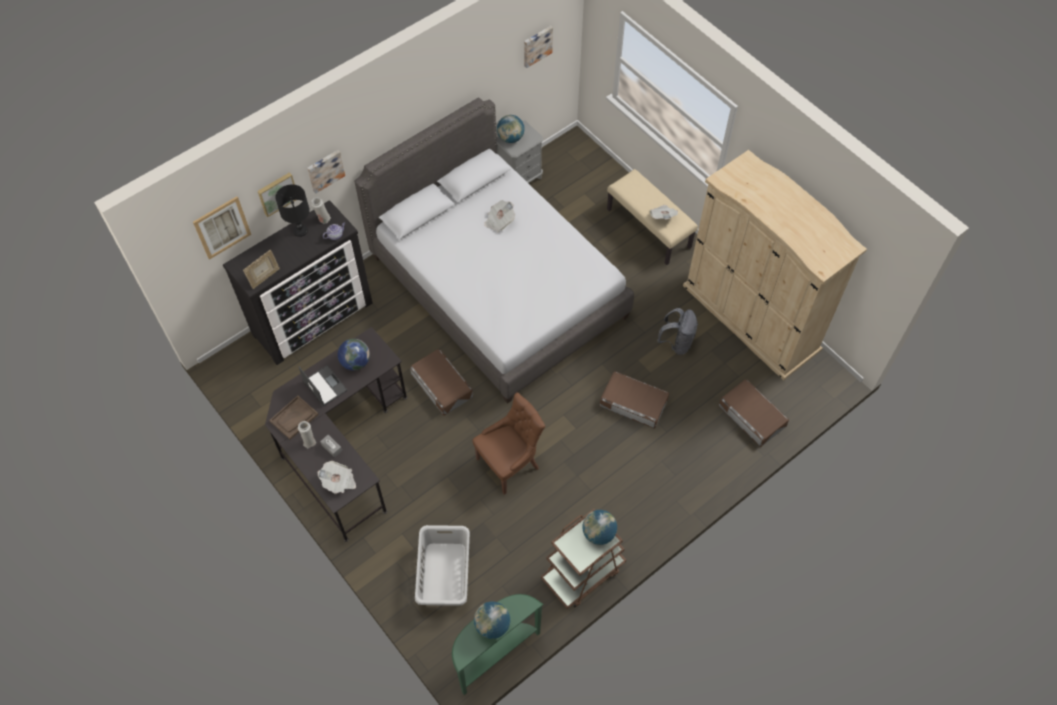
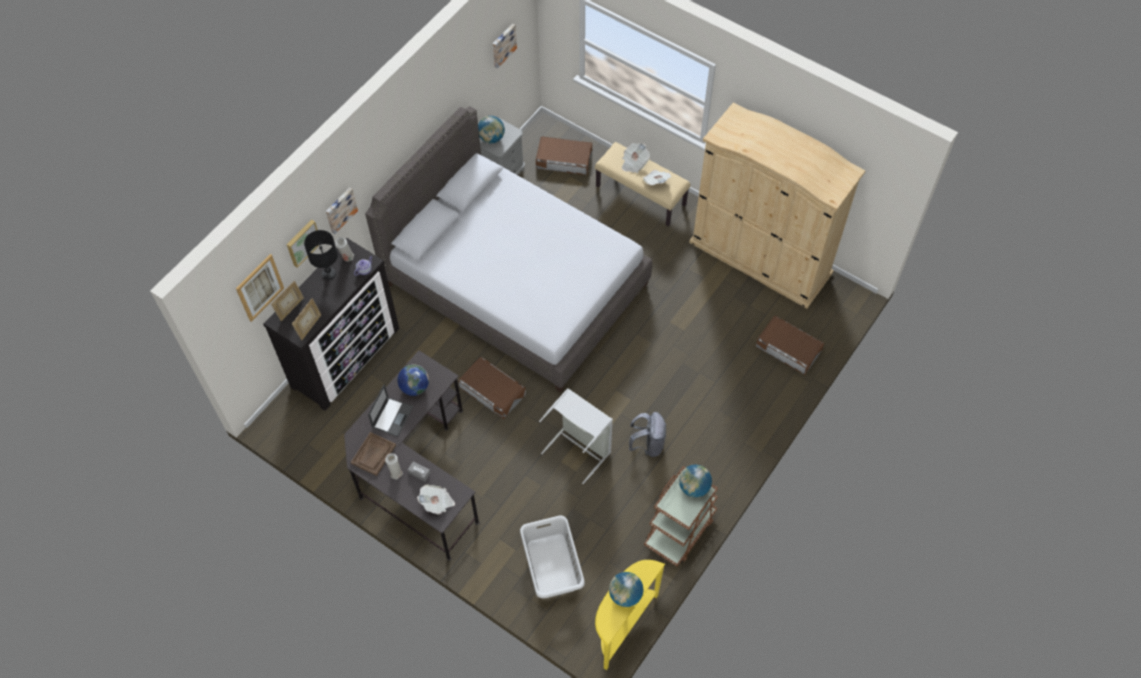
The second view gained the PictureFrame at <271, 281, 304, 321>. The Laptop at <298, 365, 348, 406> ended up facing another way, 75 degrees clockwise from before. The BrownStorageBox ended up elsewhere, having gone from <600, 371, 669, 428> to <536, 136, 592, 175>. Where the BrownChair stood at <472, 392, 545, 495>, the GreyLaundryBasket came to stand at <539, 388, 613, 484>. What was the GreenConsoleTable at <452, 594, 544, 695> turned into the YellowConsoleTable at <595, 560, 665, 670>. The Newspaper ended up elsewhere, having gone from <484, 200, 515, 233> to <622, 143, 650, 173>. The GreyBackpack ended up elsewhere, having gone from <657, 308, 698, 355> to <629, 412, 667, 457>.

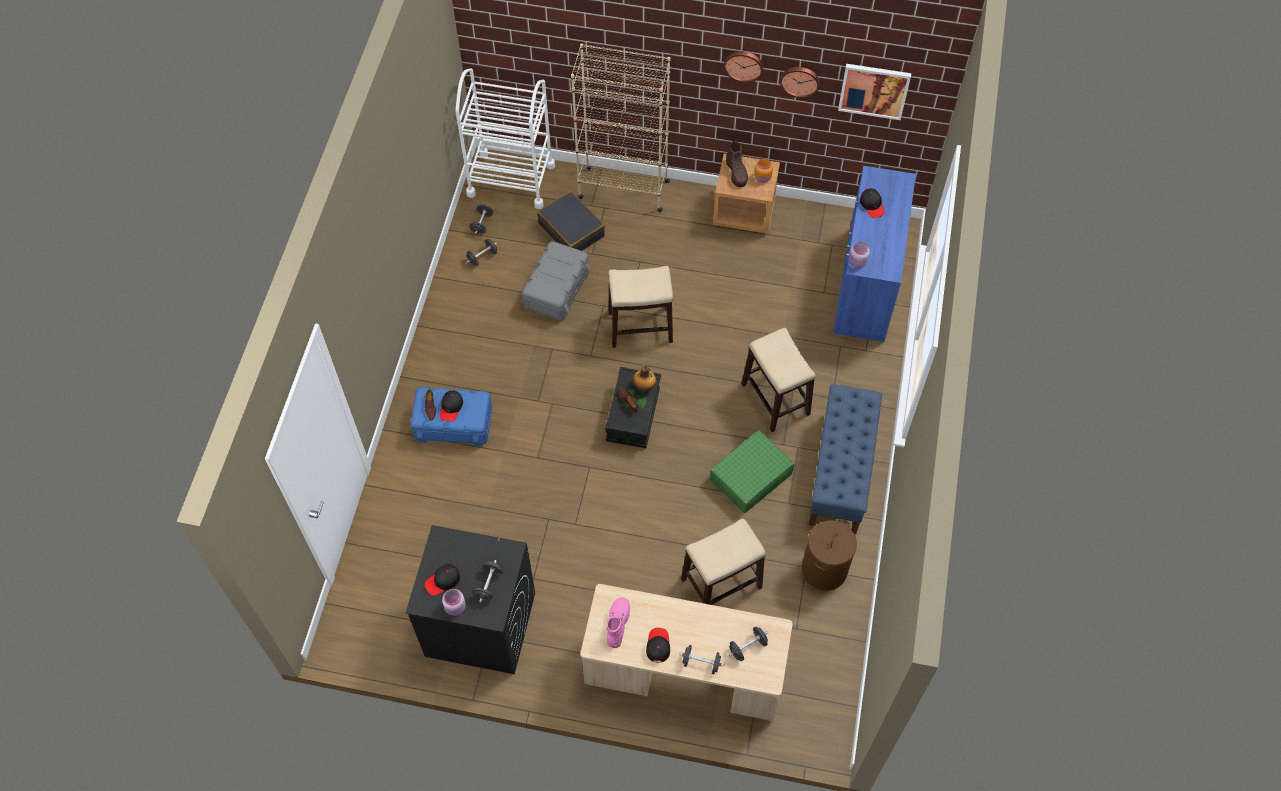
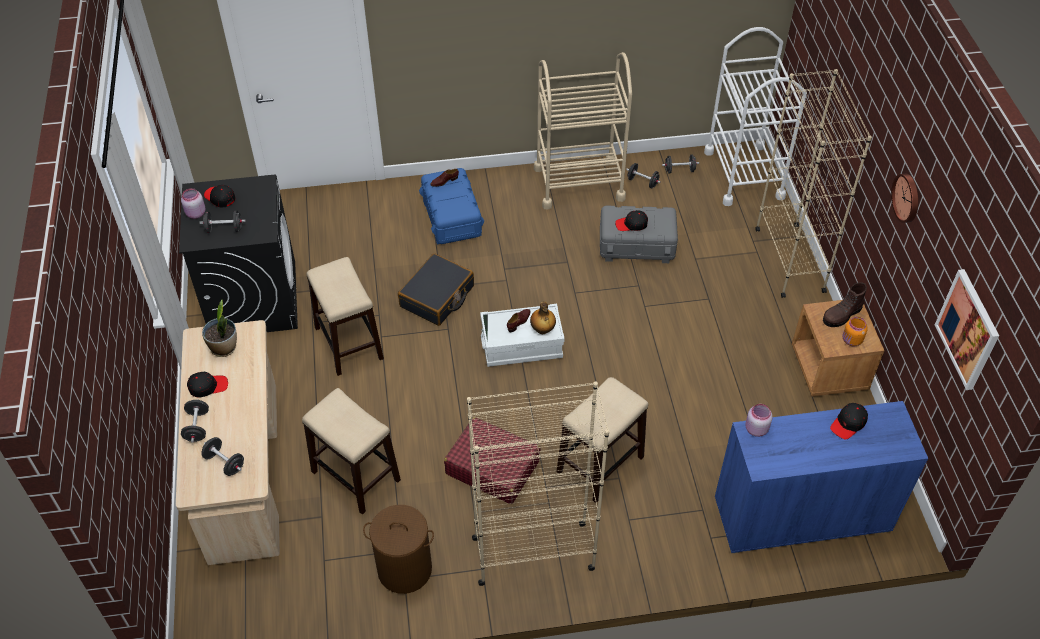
Where the PinkBoot stood at <607, 597, 630, 648>, the PottedPlant came to stand at <202, 300, 237, 357>. The Stool ended up elsewhere, having gone from <608, 266, 673, 348> to <306, 257, 384, 376>. The BlackSuitcase ended up elsewhere, having gone from <537, 191, 605, 251> to <398, 253, 474, 326>. What was the GreenSuitcase at <710, 430, 794, 513> turned into the RedSuitcase at <444, 417, 541, 504>. Where the BlueBench stood at <809, 384, 882, 534>, the BeigeBookcase came to stand at <467, 381, 609, 586>. What was the BlackStorageBox at <605, 367, 661, 448> turned into the WhiteStorageBox at <480, 304, 564, 367>. The second view gained the BeigeCart at <534, 52, 632, 210>. The BlackCap ended up elsewhere, having gone from <440, 391, 463, 422> to <615, 210, 648, 231>. The second view lost the WallClock at <780, 67, 820, 98>.

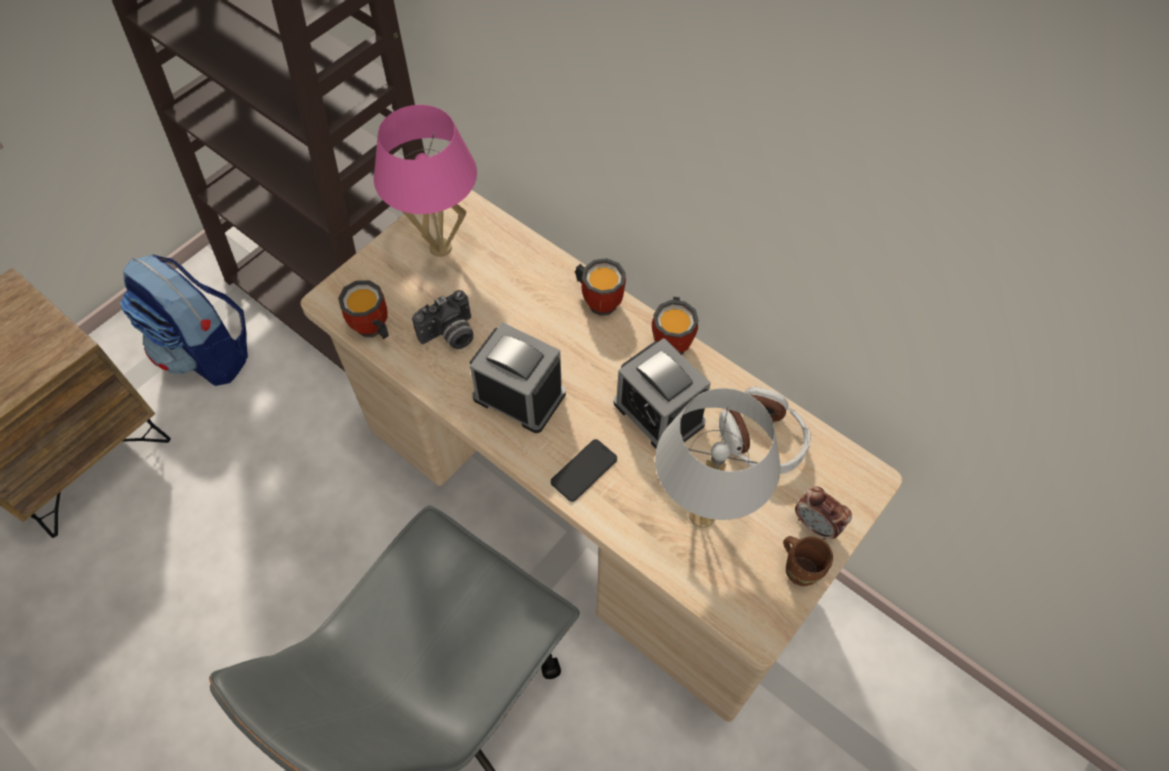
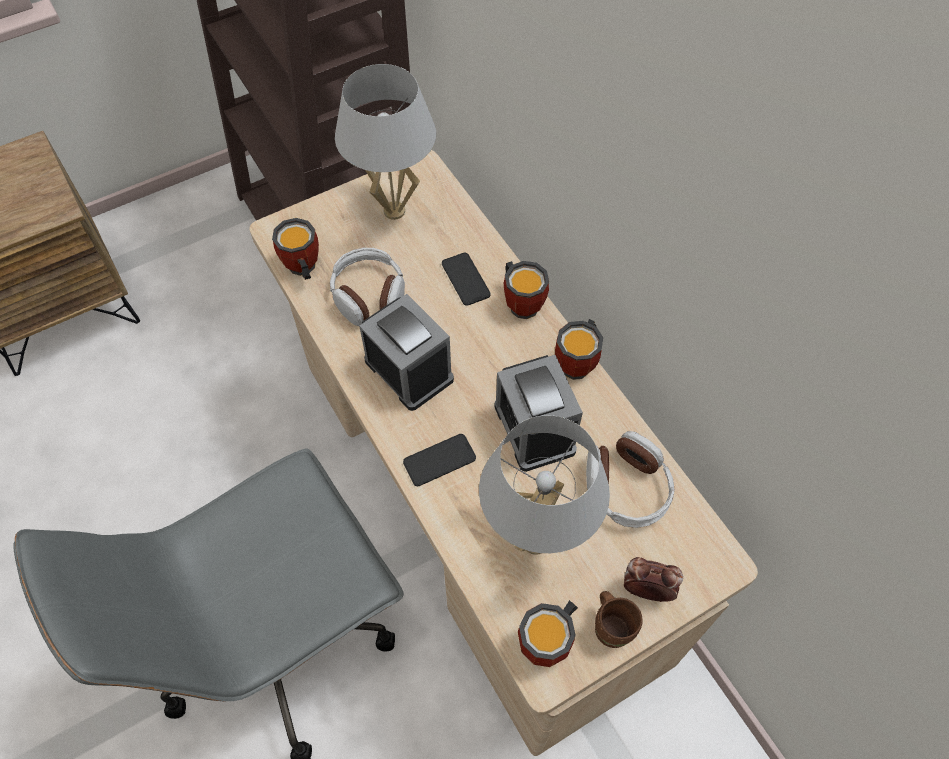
Where the PhotoCamera stood at <412, 290, 473, 349>, the Headphones came to stand at <330, 248, 405, 326>. What was the PinkTableLamp at <374, 105, 477, 257> turned into the WhiteTableLamp at <335, 64, 436, 220>. The second view gained the Phone at <442, 253, 491, 306>. The second view gained the Mug at <518, 600, 578, 667>. The AlarmClock at <795, 486, 852, 540> ended up facing another way, 135 degrees clockwise from before. The second view lost the Backpack at <120, 254, 248, 386>.

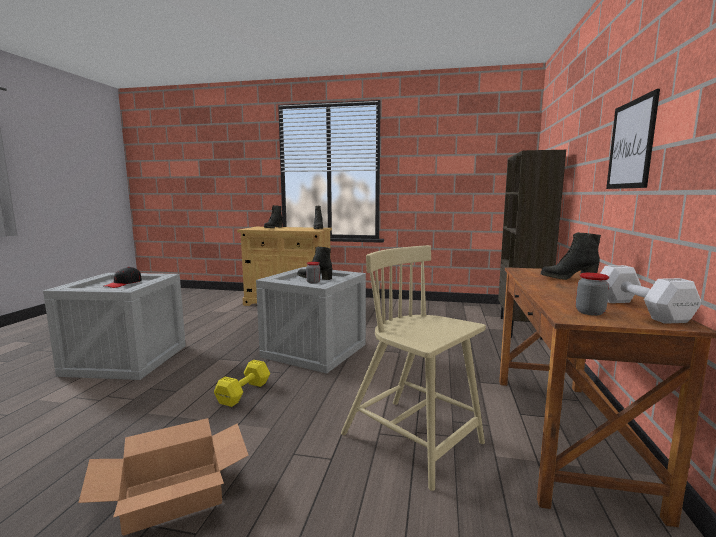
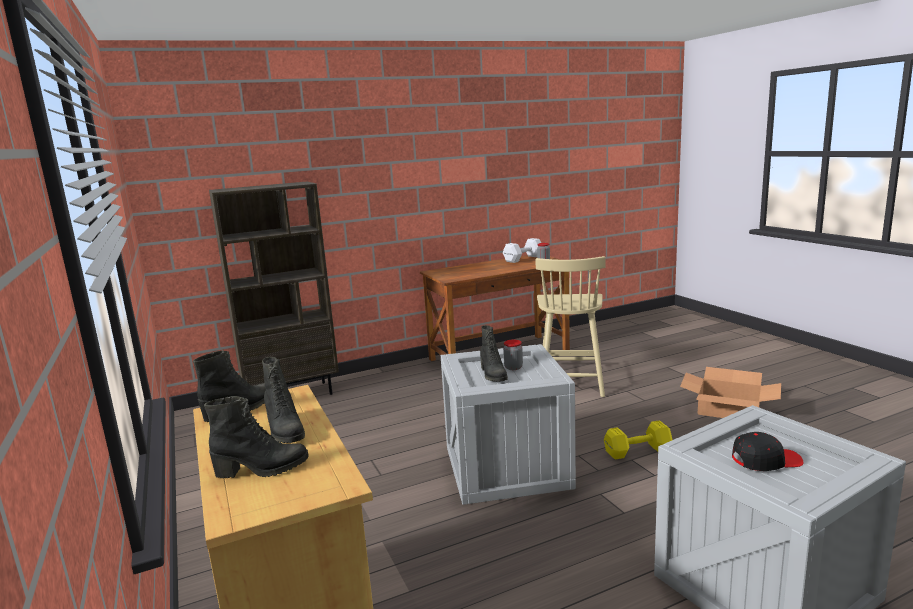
The BlackBoot ended up elsewhere, having gone from <541, 232, 601, 280> to <262, 357, 305, 443>. The second view lost the Picture at <606, 89, 660, 189>.

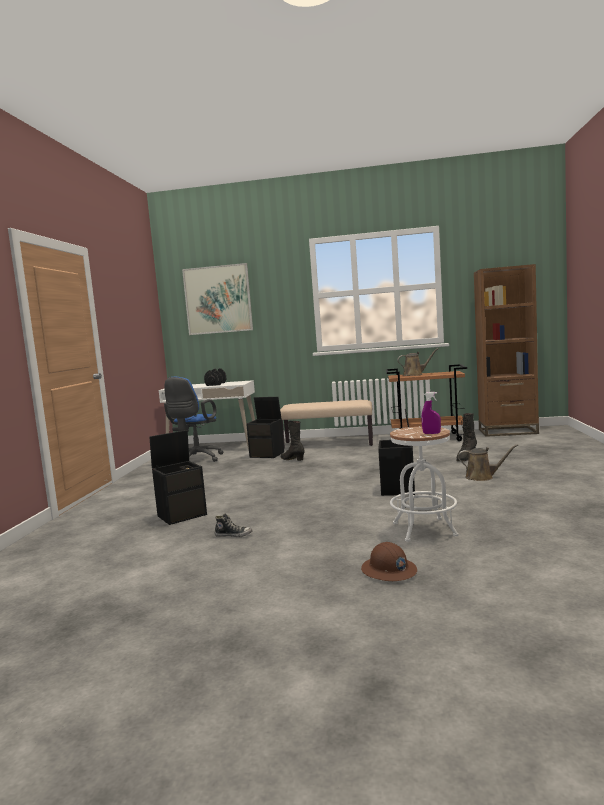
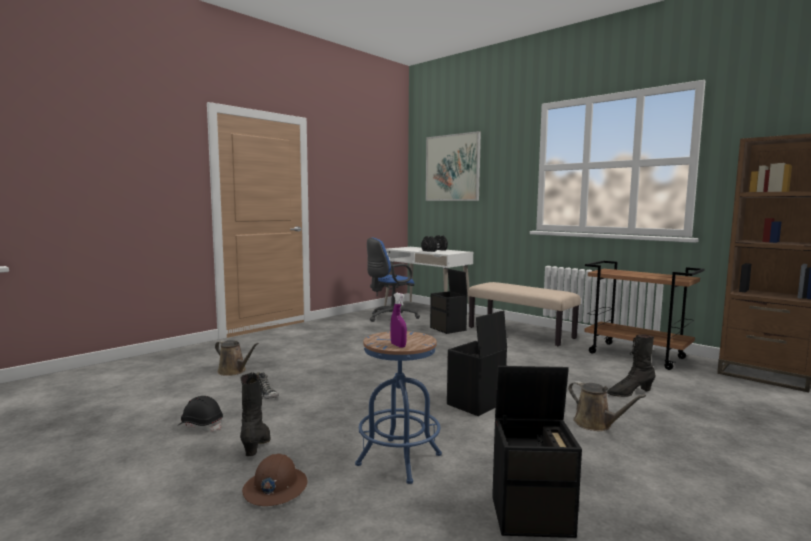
The second view gained the BlackHardHat at <177, 396, 223, 432>. The BrownWateringCan ended up elsewhere, having gone from <398, 348, 439, 376> to <215, 340, 259, 376>. The BlackBoot ended up elsewhere, having gone from <280, 421, 305, 461> to <240, 372, 271, 456>. What was the WhiteStool at <390, 427, 459, 542> turned into the BlueStool at <355, 331, 442, 484>. The BlackStorageBox ended up elsewhere, having gone from <149, 430, 207, 525> to <492, 366, 582, 538>.

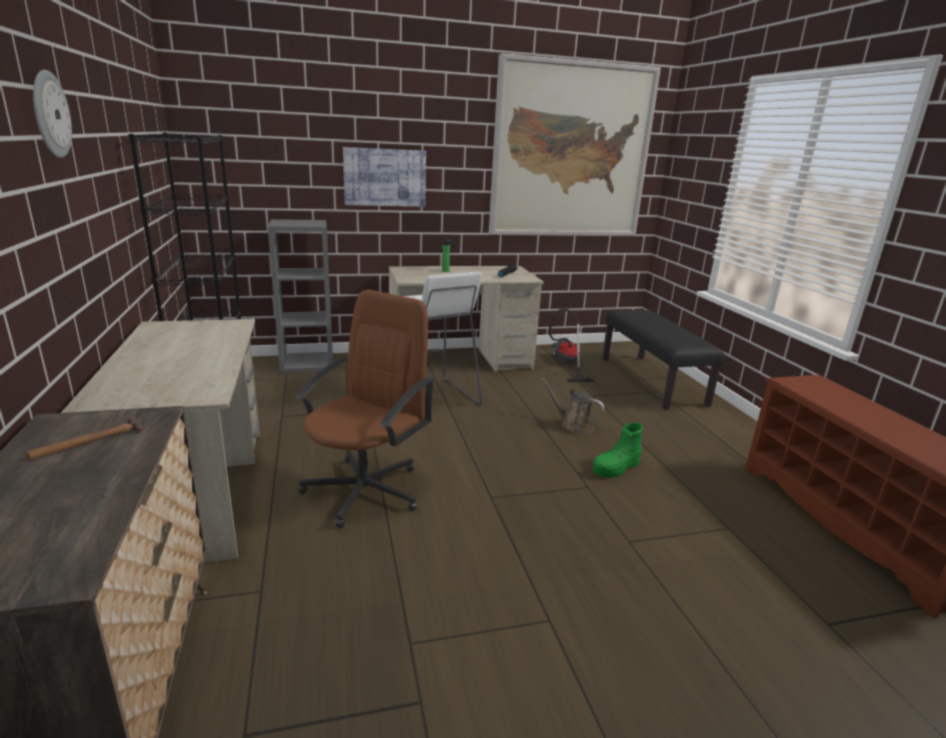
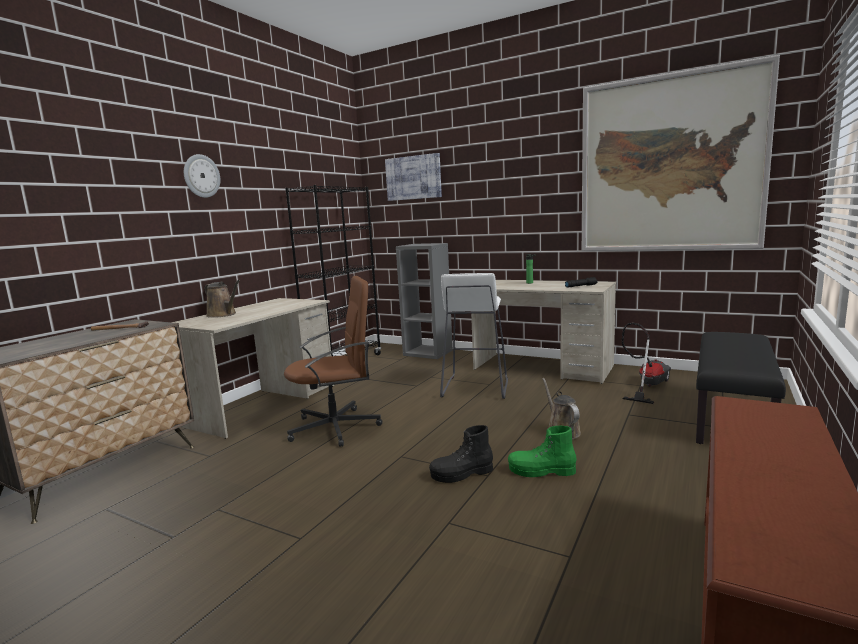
The second view gained the BrownWateringCan at <205, 280, 240, 318>. The Picture ended up elsewhere, having gone from <343, 147, 426, 207> to <385, 153, 442, 201>. The second view gained the BlackBoot at <429, 425, 493, 483>.

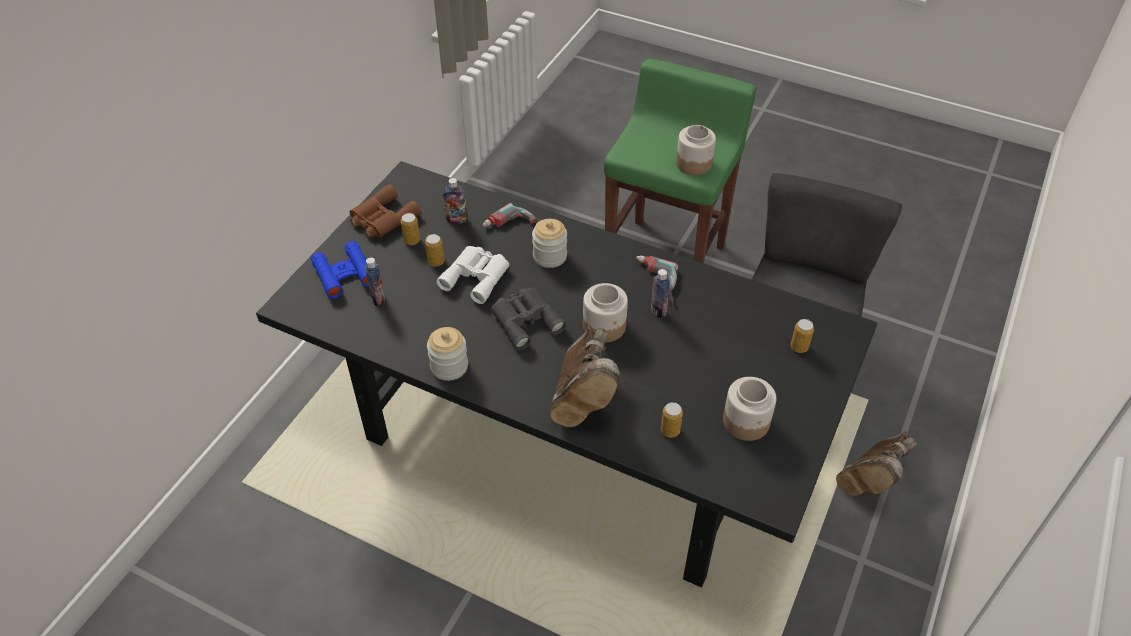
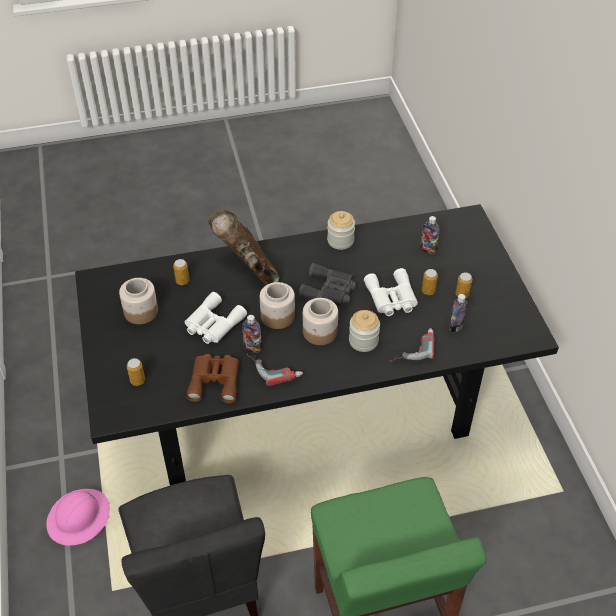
Where the BrownBoot stood at <836, 431, 917, 496>, the PinkHardHat came to stand at <46, 489, 110, 546>. The second view gained the WhiteBinoculars at <185, 292, 247, 344>. The BrownBinoculars ended up elsewhere, having gone from <350, 184, 421, 238> to <186, 354, 239, 404>. The Jar ended up elsewhere, having gone from <676, 125, 716, 175> to <303, 298, 338, 345>. The second view lost the BlueBinoculars at <311, 241, 369, 299>.

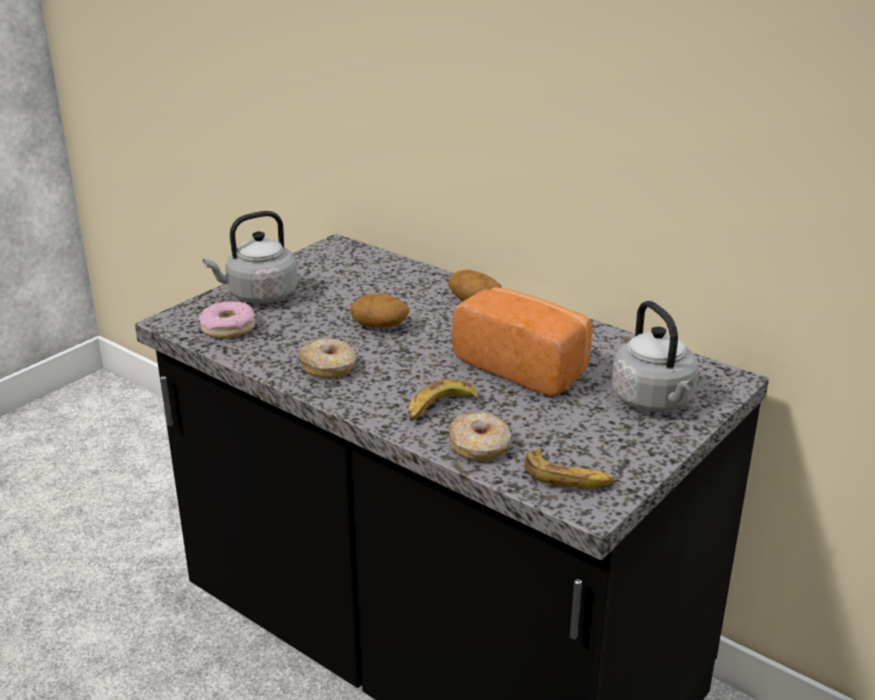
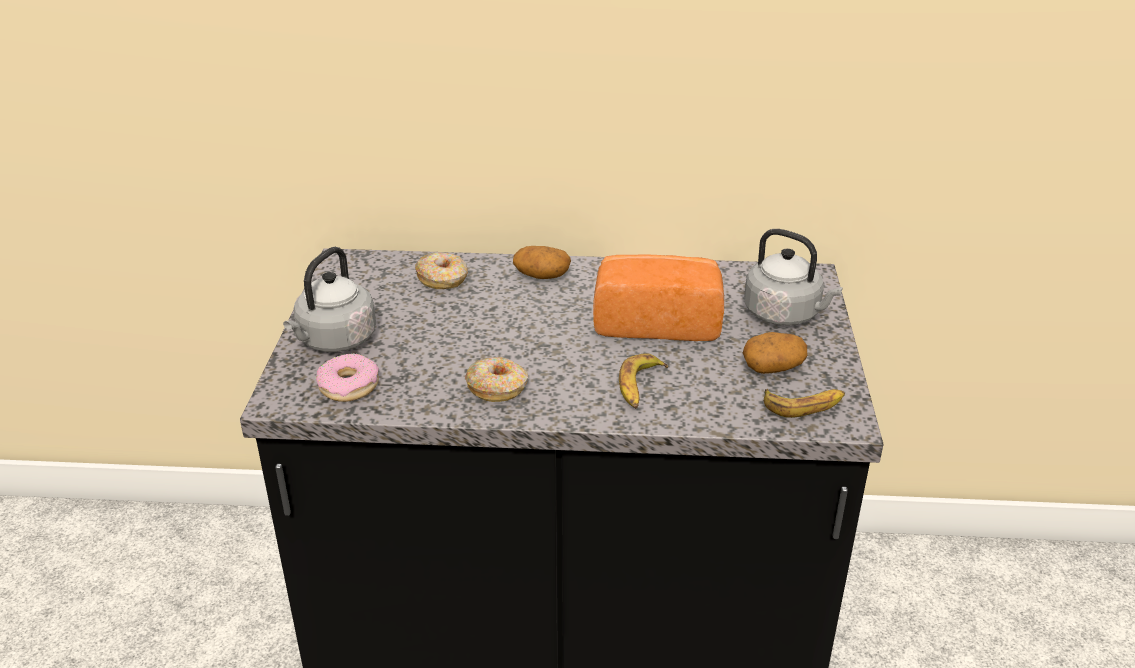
The Donut ended up elsewhere, having gone from <448, 411, 511, 461> to <415, 252, 468, 289>. The Potato ended up elsewhere, having gone from <350, 293, 409, 328> to <743, 332, 807, 374>.

